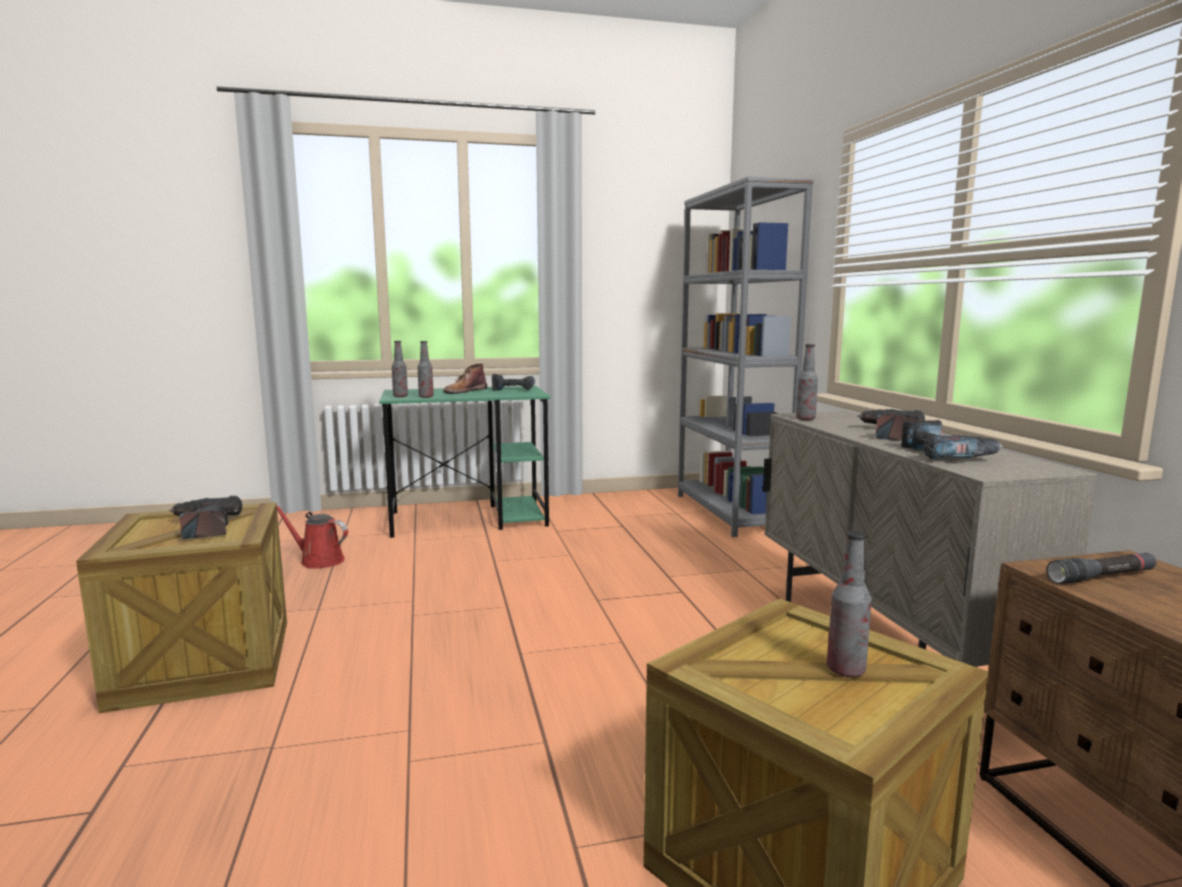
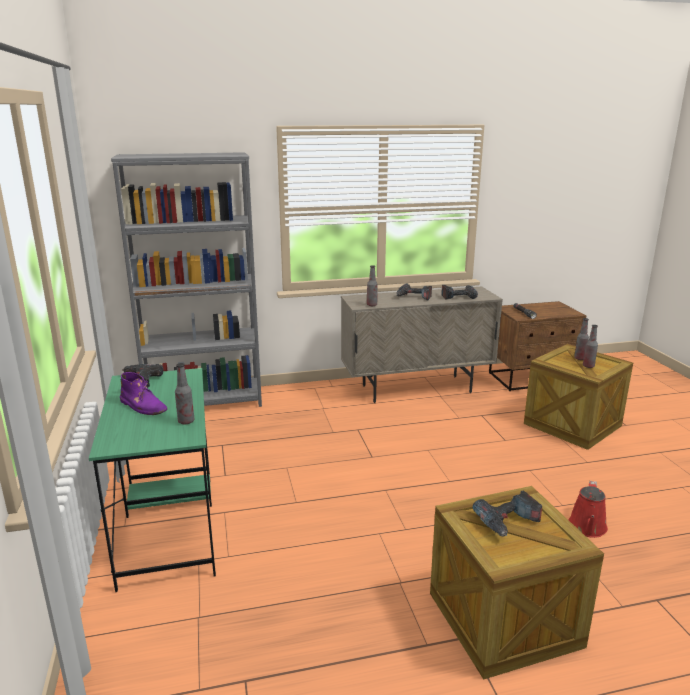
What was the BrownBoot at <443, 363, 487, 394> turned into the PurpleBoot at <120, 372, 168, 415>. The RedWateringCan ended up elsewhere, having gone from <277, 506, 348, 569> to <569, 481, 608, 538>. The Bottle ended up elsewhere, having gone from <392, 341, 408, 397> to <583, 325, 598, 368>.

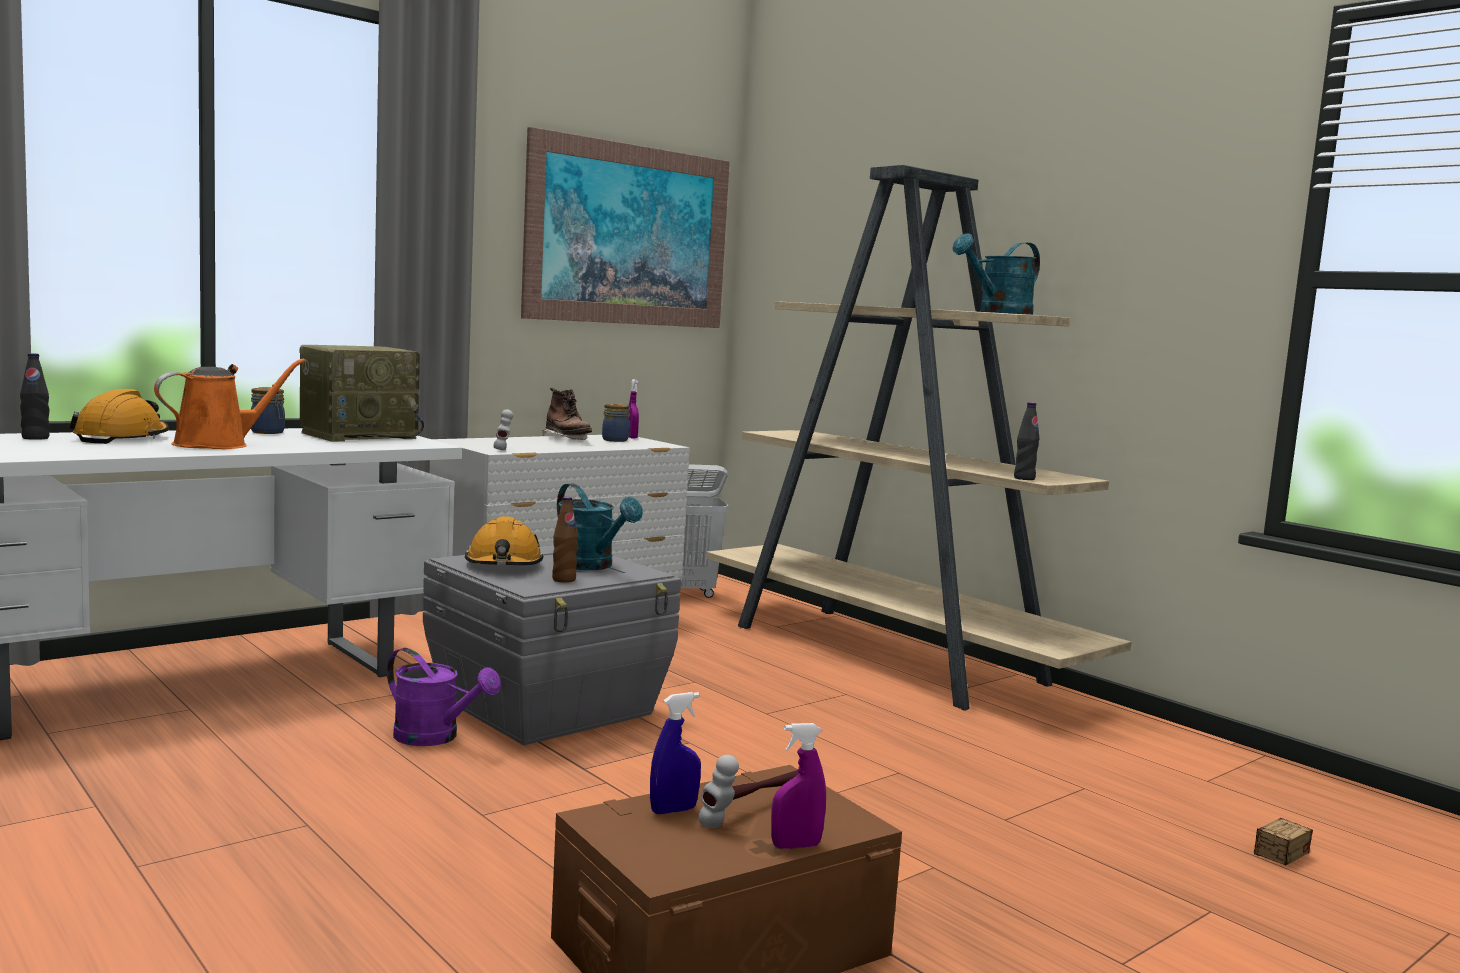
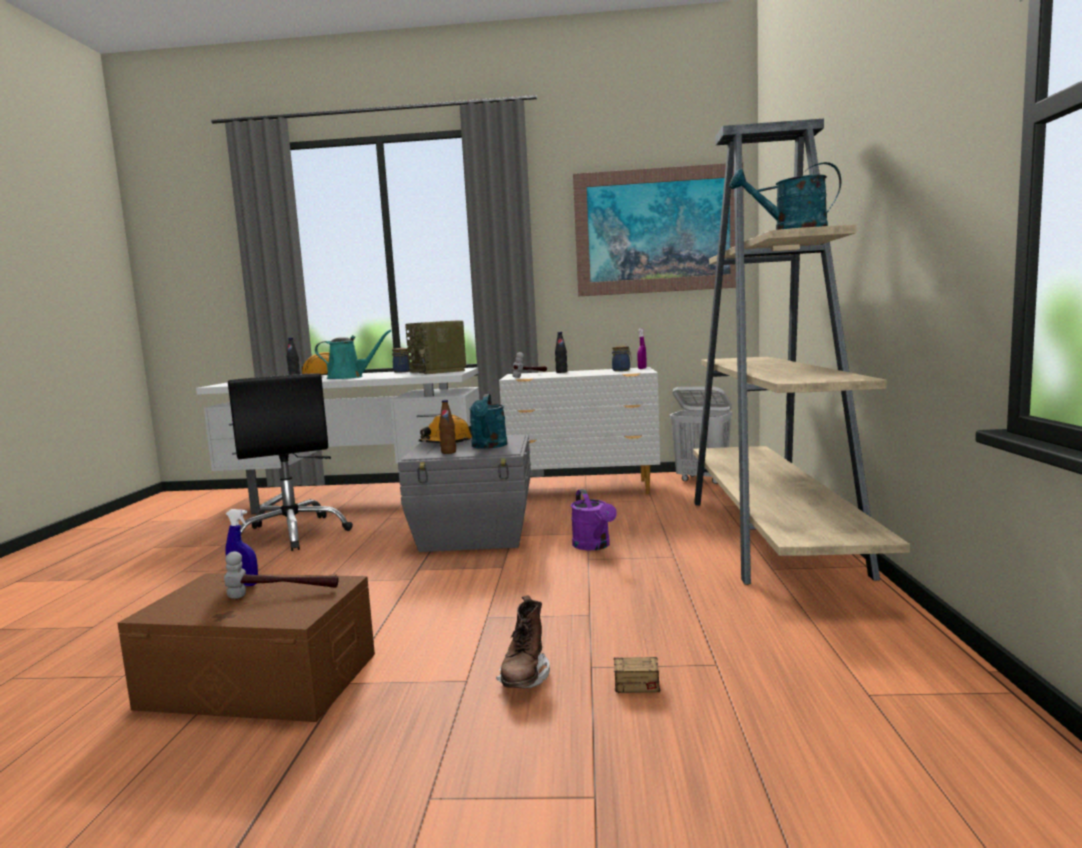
The second view gained the BlackOfficeChair at <228, 373, 353, 551>. What was the OrangeWateringCan at <154, 358, 305, 449> turned into the TurquoiseWateringCan at <315, 330, 391, 379>. The Radio at <299, 345, 424, 442> ended up facing another way, 60 degrees clockwise from before. The BrownBoot ended up elsewhere, having gone from <542, 388, 592, 440> to <496, 595, 550, 688>. The BlackBottle ended up elsewhere, having gone from <1014, 402, 1039, 480> to <555, 332, 567, 373>. The PurpleWateringCan ended up elsewhere, having gone from <387, 648, 501, 746> to <571, 489, 617, 550>. The StorageBox ended up elsewhere, having gone from <1254, 749, 1323, 865> to <613, 605, 715, 693>. The second view lost the PurpleSprayBottle at <771, 723, 826, 849>.

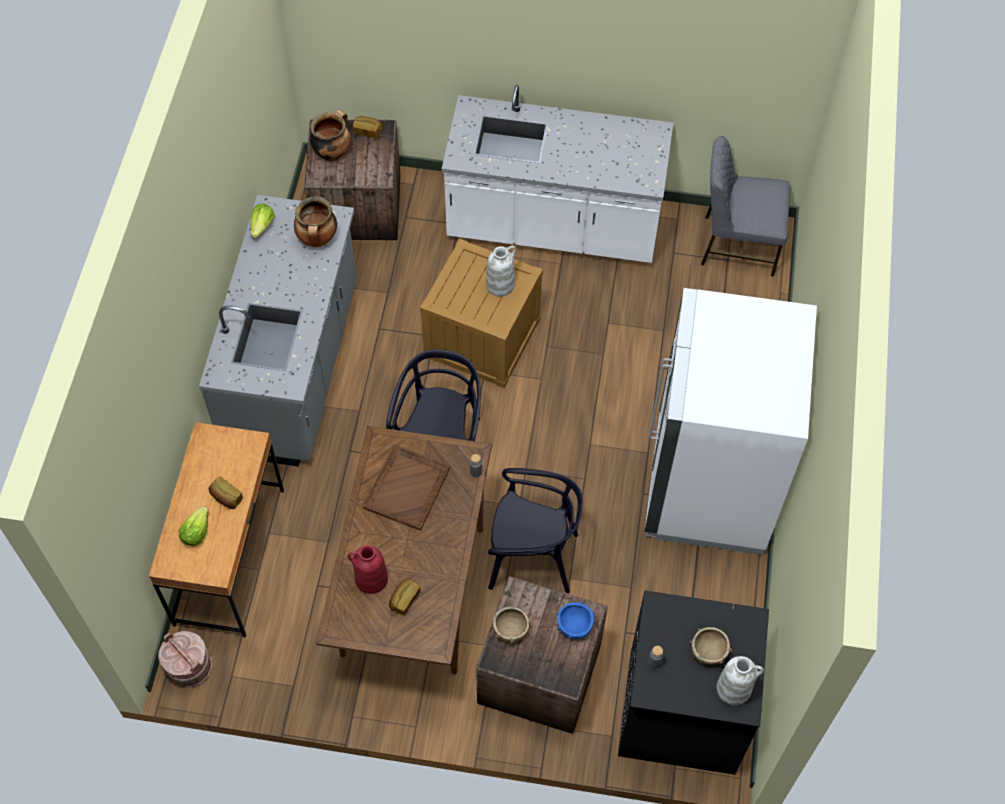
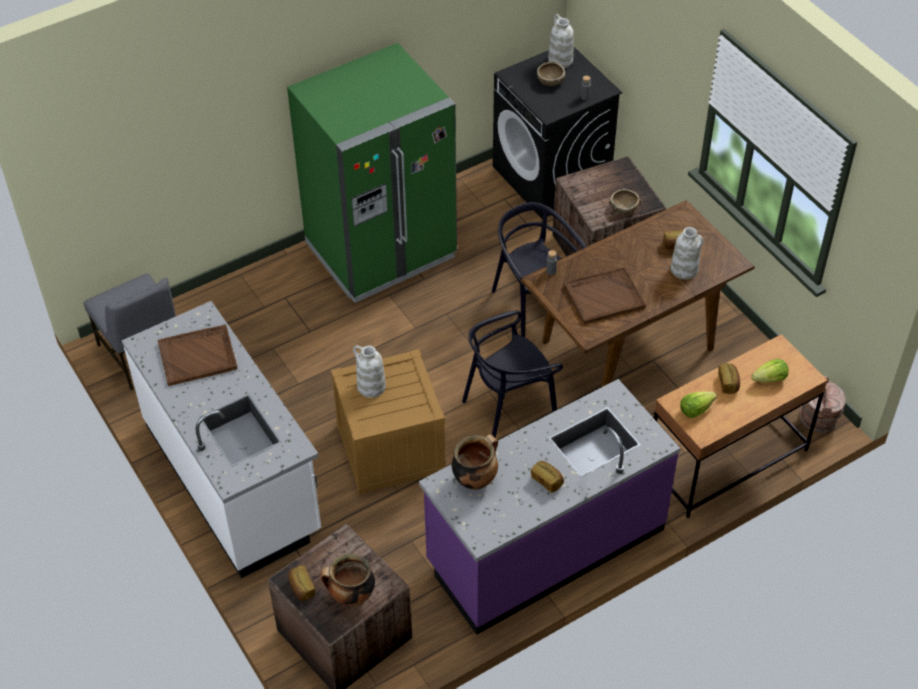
The second view gained the BrownTray at <158, 324, 237, 386>. What was the WhiteFridge at <644, 288, 817, 555> turned into the GreenFridge at <287, 43, 457, 303>. What was the GreyCounter at <199, 195, 357, 467> turned into the PurpleCounter at <419, 379, 680, 635>. The second view gained the Bread at <531, 461, 564, 493>. What was the RedVase at <348, 545, 388, 594> turned into the WhiteVase at <671, 227, 703, 279>. The Lettuce ended up elsewhere, having gone from <250, 204, 275, 239> to <680, 391, 717, 418>. The second view lost the BlueBowl at <557, 602, 594, 639>.

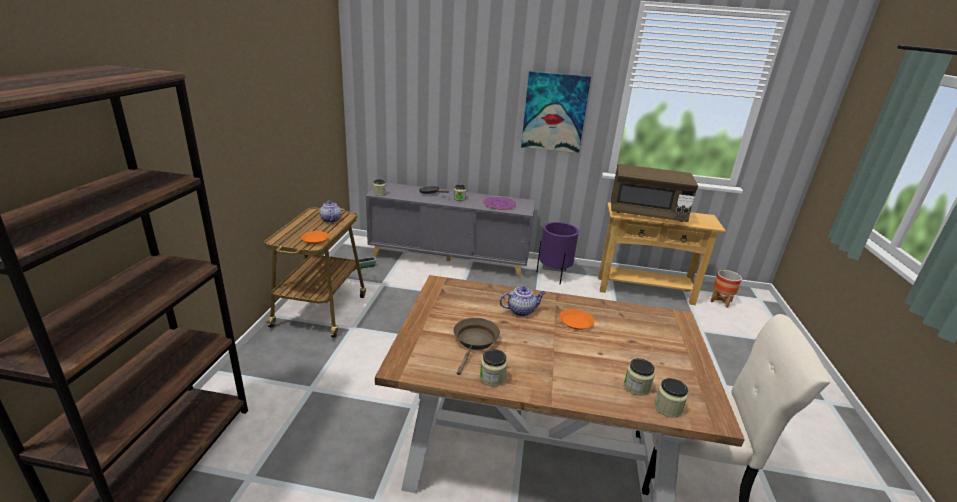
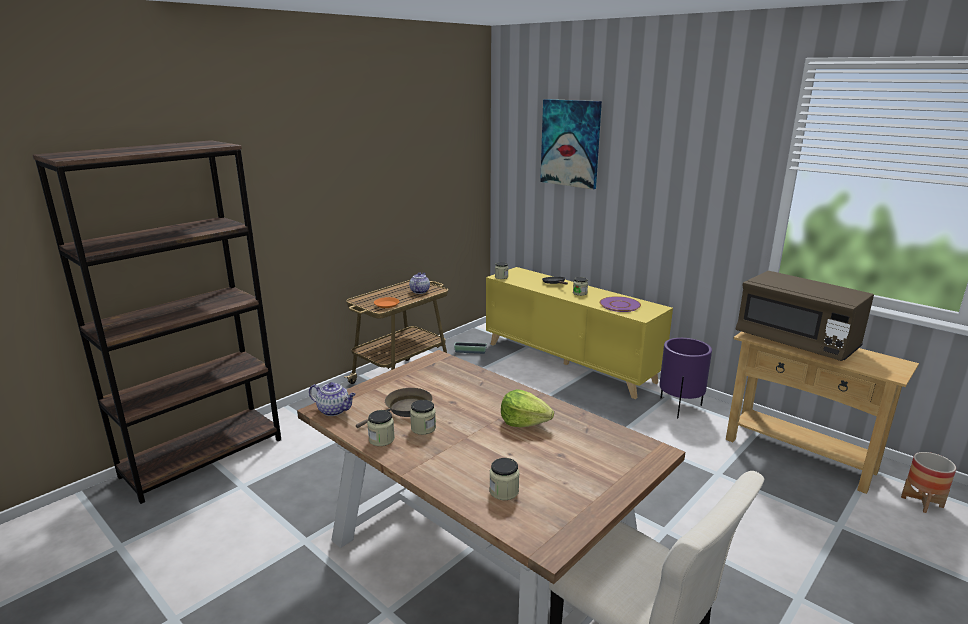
The Teapot ended up elsewhere, having gone from <500, 287, 546, 316> to <309, 382, 356, 416>. The Jar ended up elsewhere, having gone from <654, 378, 688, 418> to <410, 400, 436, 435>. What was the GreyCabinet at <366, 182, 536, 277> turned into the YellowCabinet at <486, 267, 673, 399>. Where the OrangePlate stood at <559, 309, 594, 330>, the Lettuce came to stand at <501, 389, 554, 427>. The Picture ended up elsewhere, having gone from <521, 71, 591, 153> to <540, 99, 602, 190>.

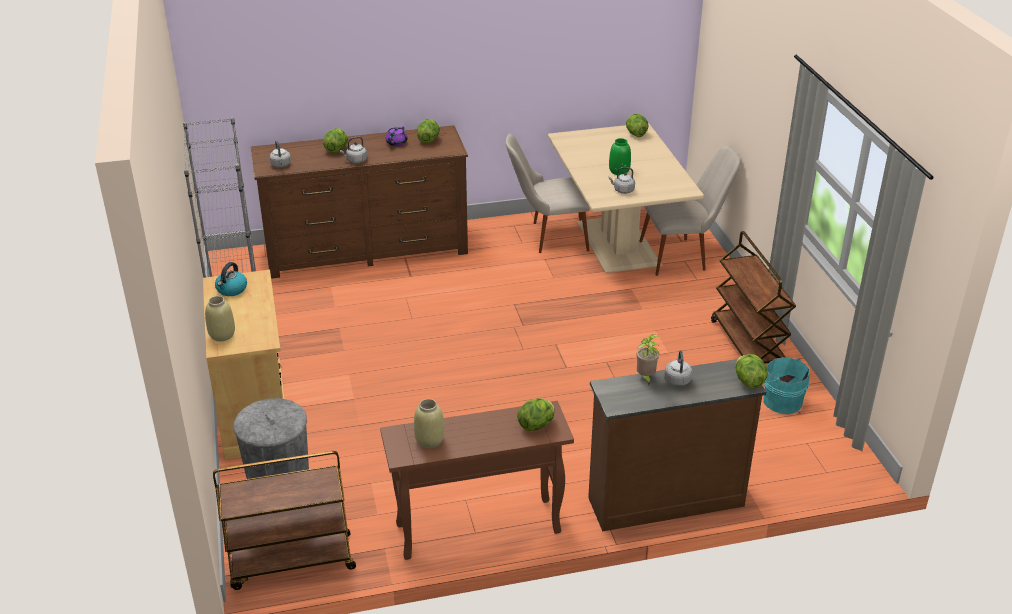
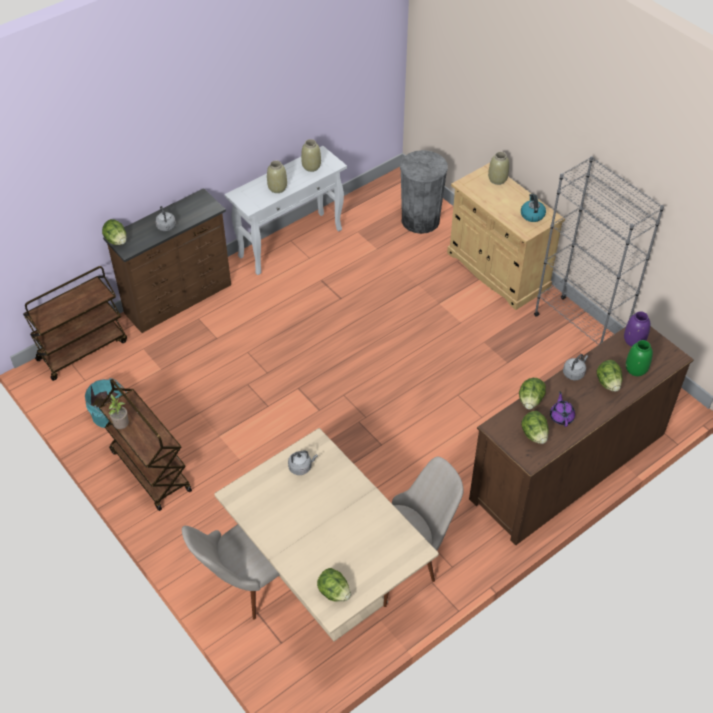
The BrownCart ended up elsewhere, having gone from <213, 451, 356, 590> to <23, 266, 127, 381>. The PottedPlant ended up elsewhere, having gone from <637, 334, 659, 386> to <108, 394, 129, 429>. What was the BrownConsoleTable at <380, 401, 574, 560> turned into the WhiteConsoleTable at <225, 146, 347, 275>. The second view gained the BeigeVase at <267, 160, 287, 193>. The Lettuce ended up elsewhere, having gone from <517, 398, 554, 431> to <519, 378, 546, 409>. Where the GreyKettle stood at <269, 140, 291, 168>, the PurpleVase came to stand at <624, 311, 650, 347>. The GreenVase ended up elsewhere, having gone from <609, 138, 631, 175> to <626, 340, 653, 376>.

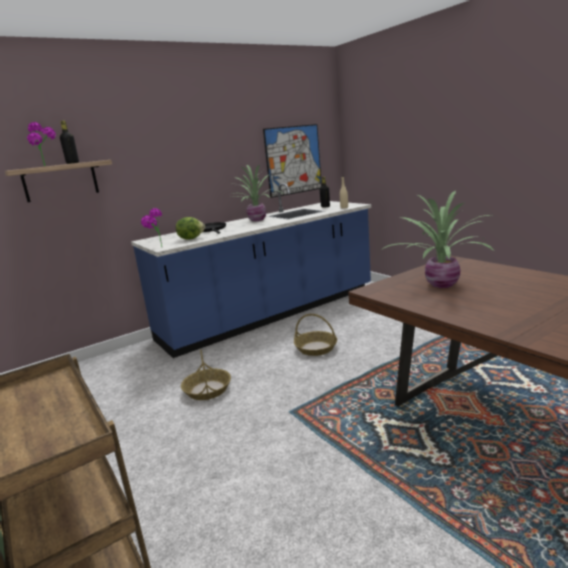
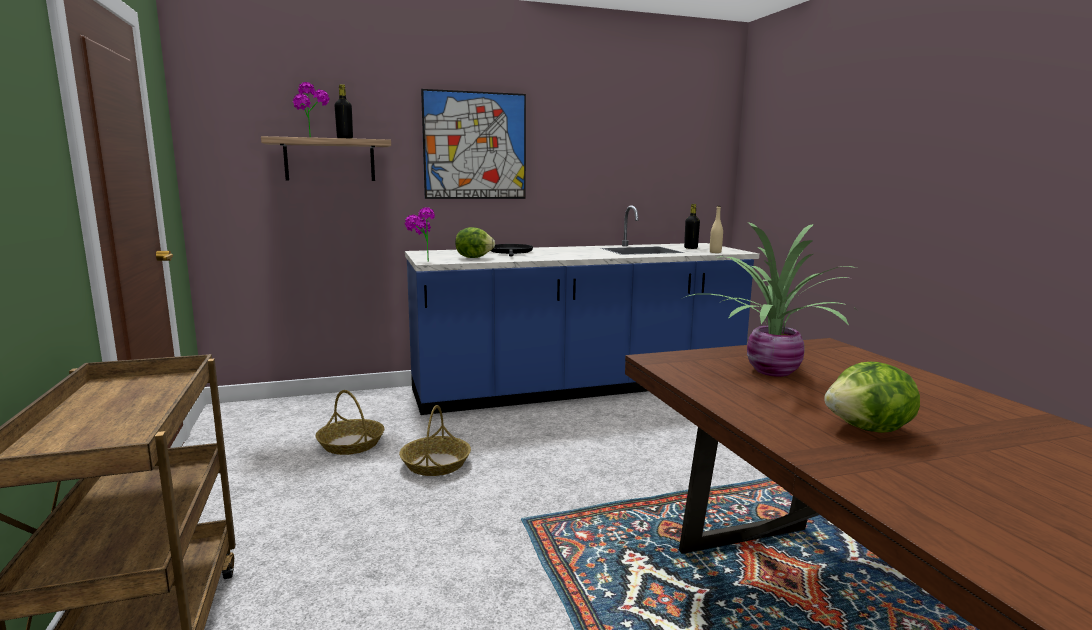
The Basket ended up elsewhere, having gone from <294, 314, 337, 356> to <316, 390, 385, 455>. The Picture ended up elsewhere, having gone from <263, 124, 322, 198> to <421, 89, 526, 199>. The second view gained the Lettuce at <824, 362, 920, 433>. The second view lost the PottedPlant at <227, 165, 282, 221>.

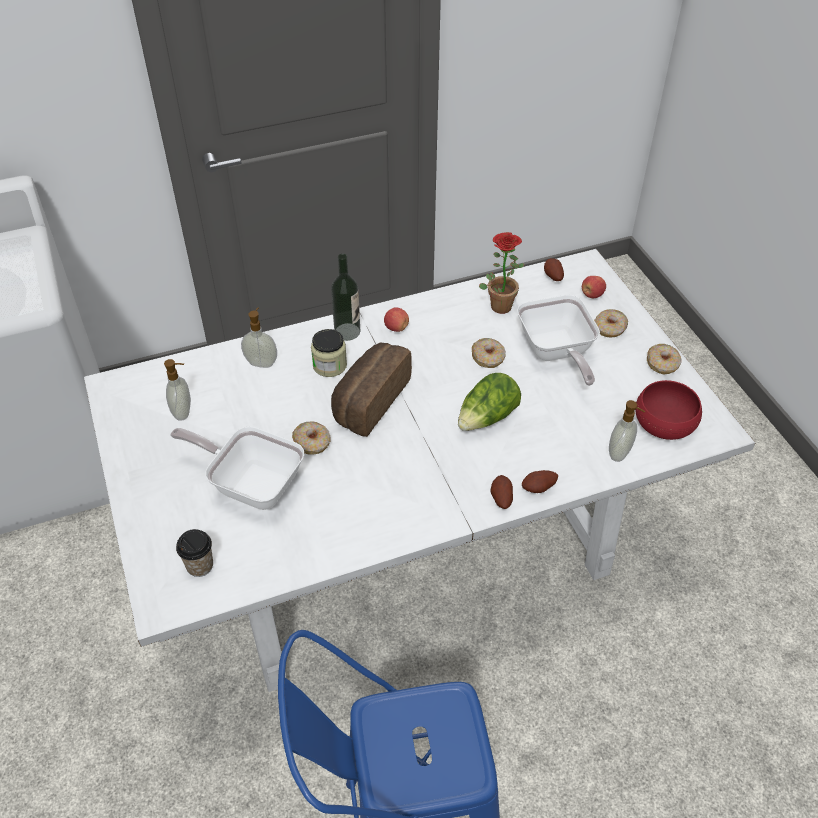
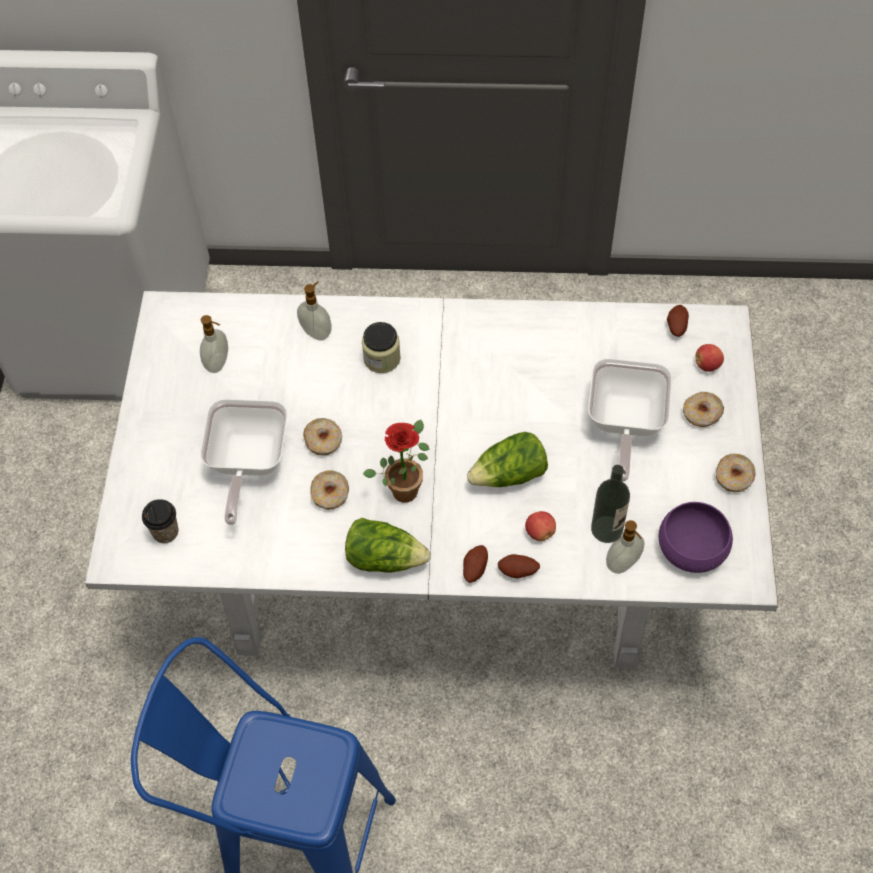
The FryingPan at <170, 426, 304, 510> ended up facing another way, 135 degrees counterclockwise from before. The Donut ended up elsewhere, having gone from <472, 338, 506, 368> to <310, 470, 349, 510>. The second view gained the Lettuce at <345, 518, 430, 572>. The PottedPlant ended up elsewhere, having gone from <479, 232, 524, 314> to <363, 420, 430, 503>. The Apple ended up elsewhere, having gone from <384, 307, 409, 332> to <525, 511, 556, 541>. The Bottle ended up elsewhere, having gone from <331, 254, 360, 341> to <591, 465, 630, 543>. What was the RedBowl at <635, 380, 702, 440> turned into the PurpleBowl at <659, 502, 733, 573>. The second view lost the Bread at <331, 342, 412, 437>.

